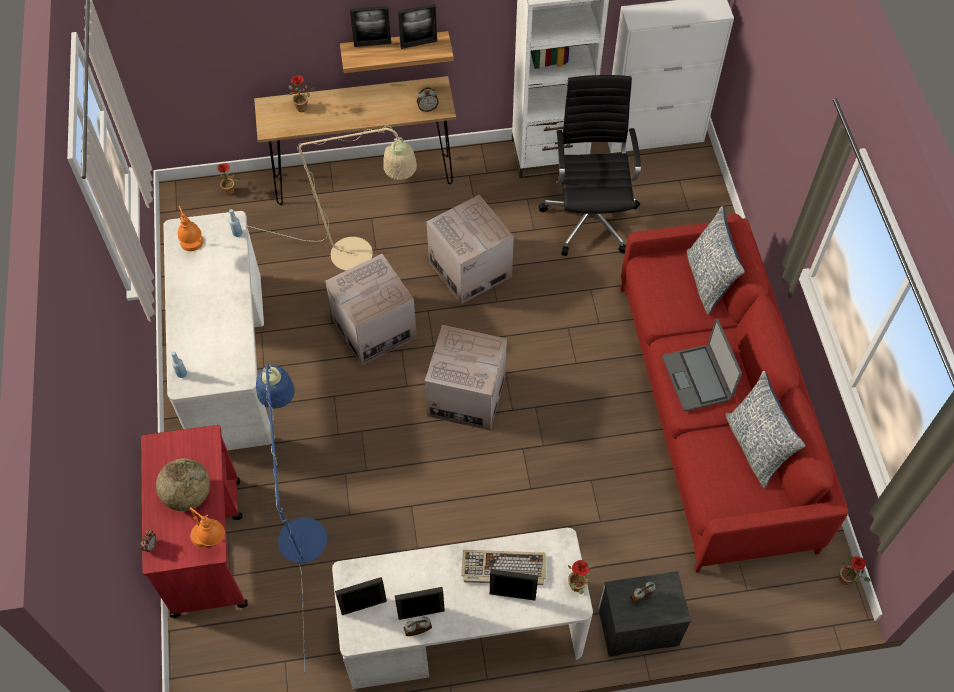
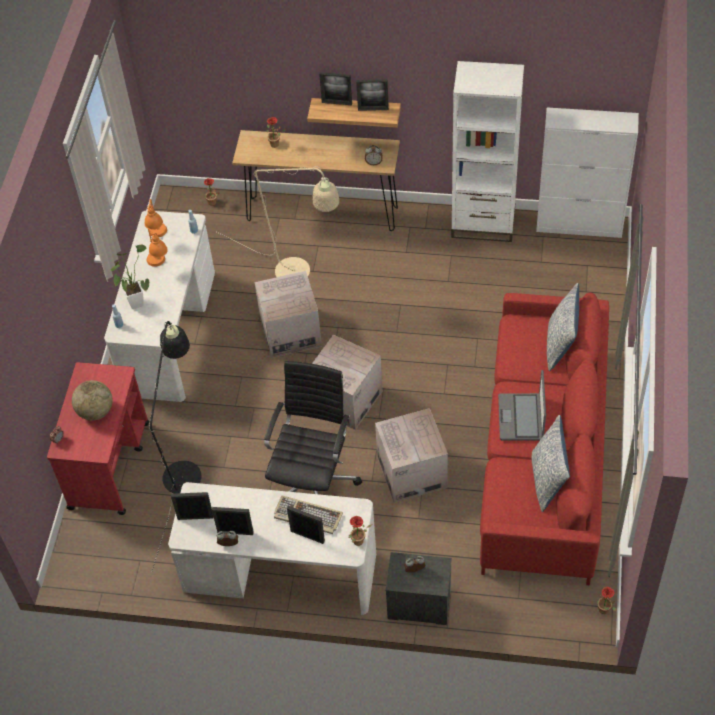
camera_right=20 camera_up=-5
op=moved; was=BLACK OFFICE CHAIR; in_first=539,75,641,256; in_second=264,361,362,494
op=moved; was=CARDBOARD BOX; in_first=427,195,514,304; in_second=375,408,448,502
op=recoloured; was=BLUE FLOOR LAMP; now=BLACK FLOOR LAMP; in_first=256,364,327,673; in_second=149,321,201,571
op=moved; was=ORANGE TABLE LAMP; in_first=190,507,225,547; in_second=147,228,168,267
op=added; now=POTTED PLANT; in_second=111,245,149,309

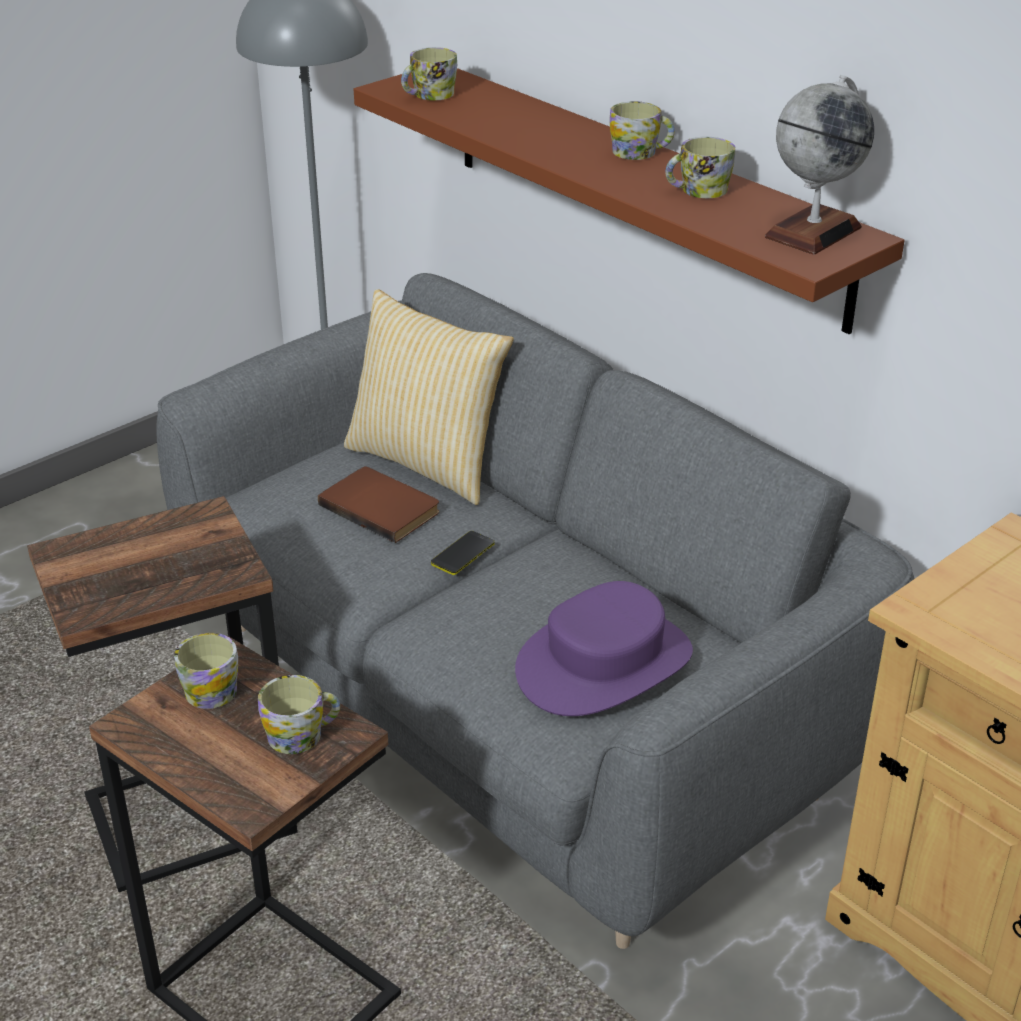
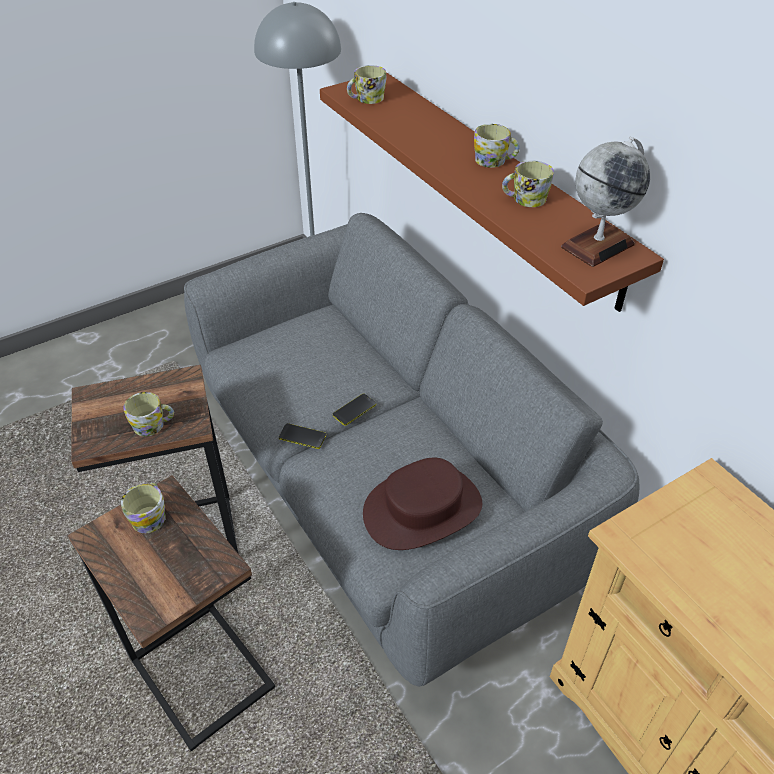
camera_right=10 camera_up=10
op=removed; was=PILLOW; in_first=344,289,514,505
op=removed; was=BROWN BOOK; in_first=318,466,439,543
op=recoloured; was=PURPLE HAT; now=BROWN HAT; in_first=515,581,693,716; in_second=363,458,482,550
op=moved; was=MUG; in_first=258,675,340,754; in_second=123,392,174,436
op=added; now=PHONE; in_second=279,423,326,449

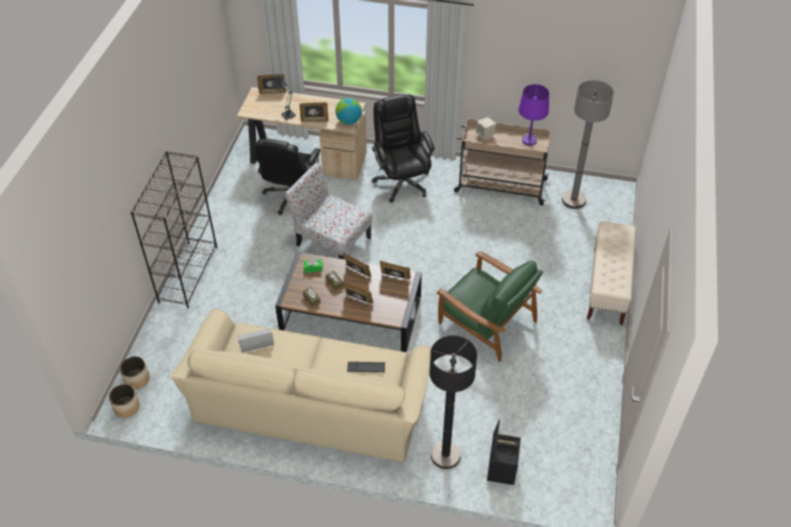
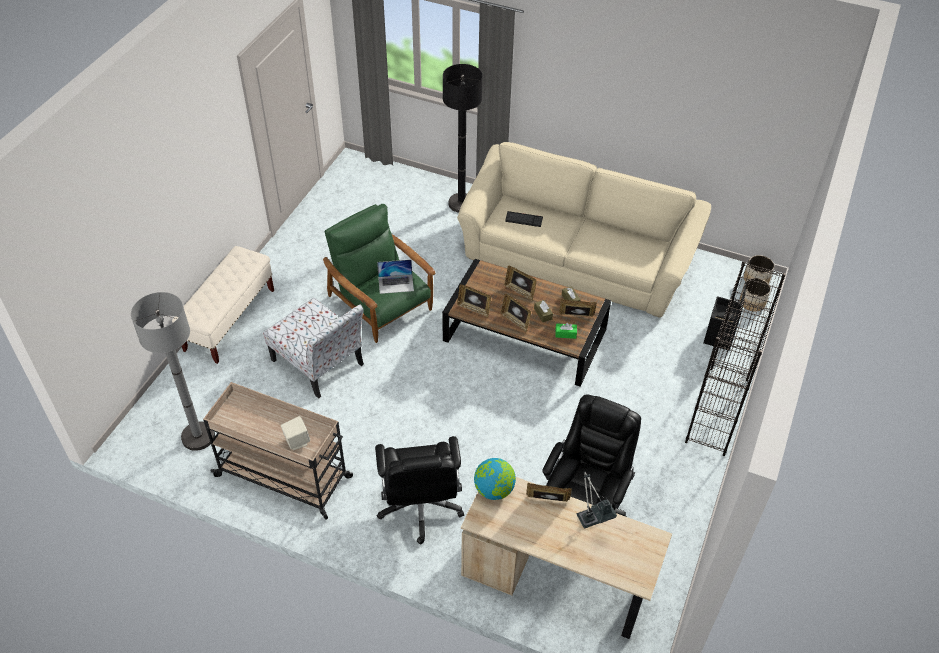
camera_right=-170 camera_up=0
op=moved; was=PICTURE FRAME; in_first=257,74,286,94; in_second=559,299,597,317
op=removed; was=PURPLE TABLE LAMP; in_first=518,84,549,146
op=moved; was=CHAIR; in_first=285,162,372,260; in_second=264,298,364,398
op=moved; was=LAPTOP; in_first=238,328,274,353; in_second=377,259,414,294
op=moved; was=BLACK STORAGE BOX; in_first=487,419,521,485; in_second=703,284,746,351

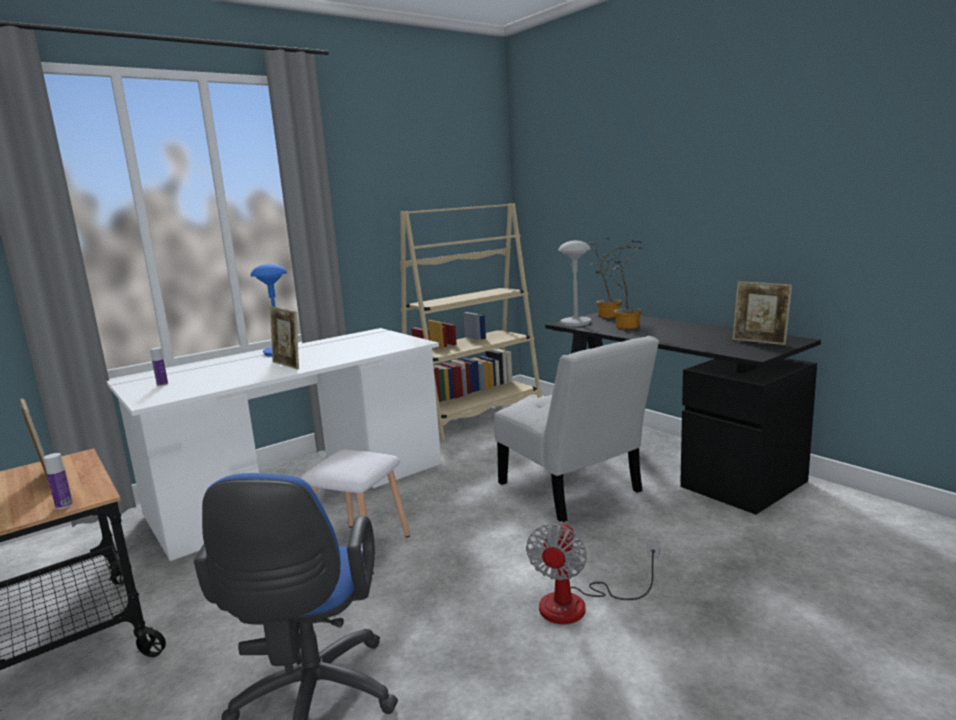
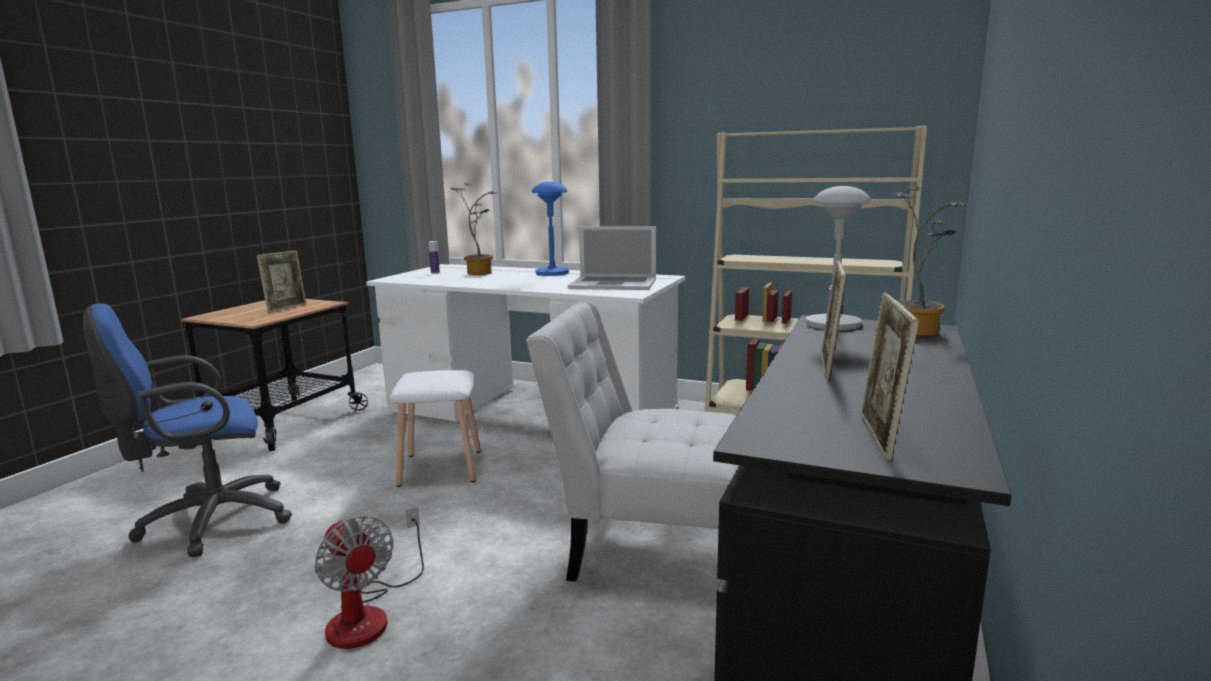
camera_right=60 camera_up=0
op=moved; was=POTTED PLANT; in_first=596,240,642,329; in_second=451,183,498,275
op=moved; was=PICTURE FRAME; in_first=270,306,299,370; in_second=821,260,846,379
op=turned; was=WHITE CHAIR; in_first=494,336,659,522; in_second=526,301,739,582; clockwise=75
op=removed; was=BOTTLE; in_first=44,453,73,509
op=turned; was=FAN; in_first=526,521,660,624; in_second=315,506,424,649; clockwise=-120
op=added; now=LAPTOP; in_second=568,227,656,290

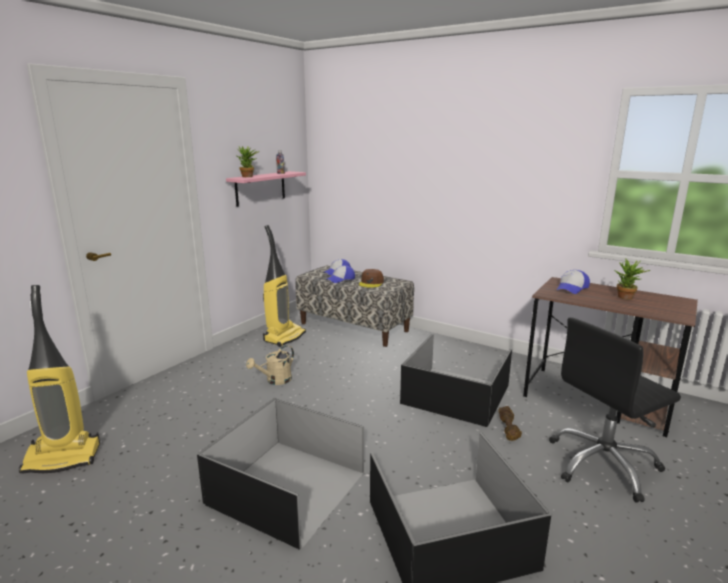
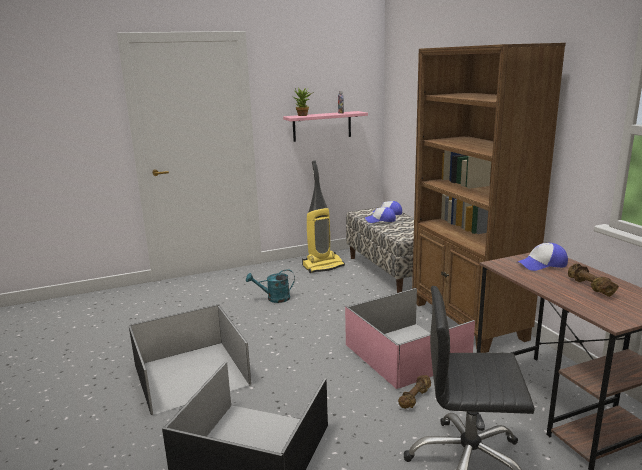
camera_right=35 camera_up=0
op=replaced; was=POTTED PLANT; now=BROWN DUMBBELL; in_first=615,258,651,300; in_second=568,264,619,297
op=removed; was=BROWN CAP; in_first=359,269,384,287
op=removed; was=VACUUM CLEANER; in_first=19,285,100,474
op=recoloured; was=BLACK STORAGE BOX; now=PINK STORAGE BOX; in_first=400,334,512,427; in_second=345,288,475,389
op=recoloured; was=BEIGE WATERING CAN; now=TURQUOISE WATERING CAN; in_first=246,345,294,385; in_second=246,269,295,303
op=added; now=BROWN BOOKCASE; in_second=412,43,566,353

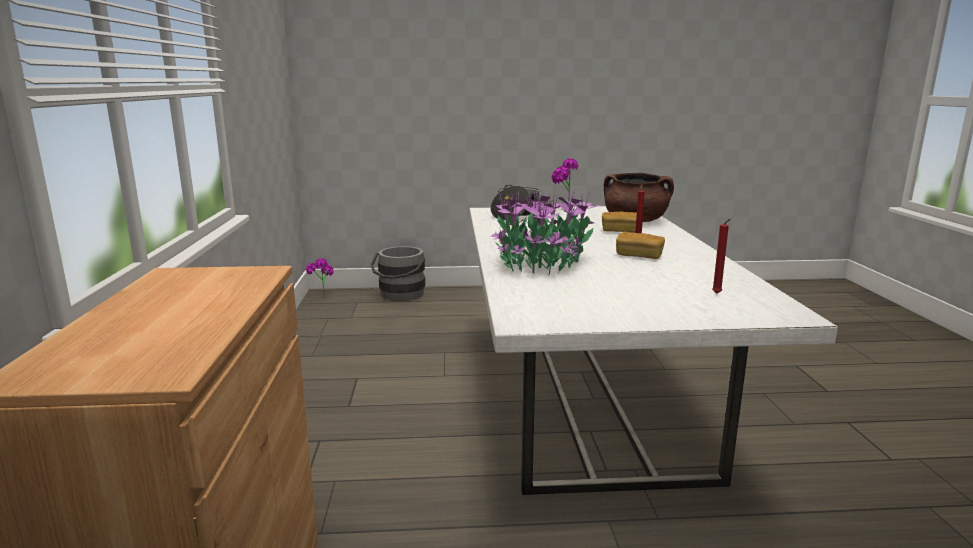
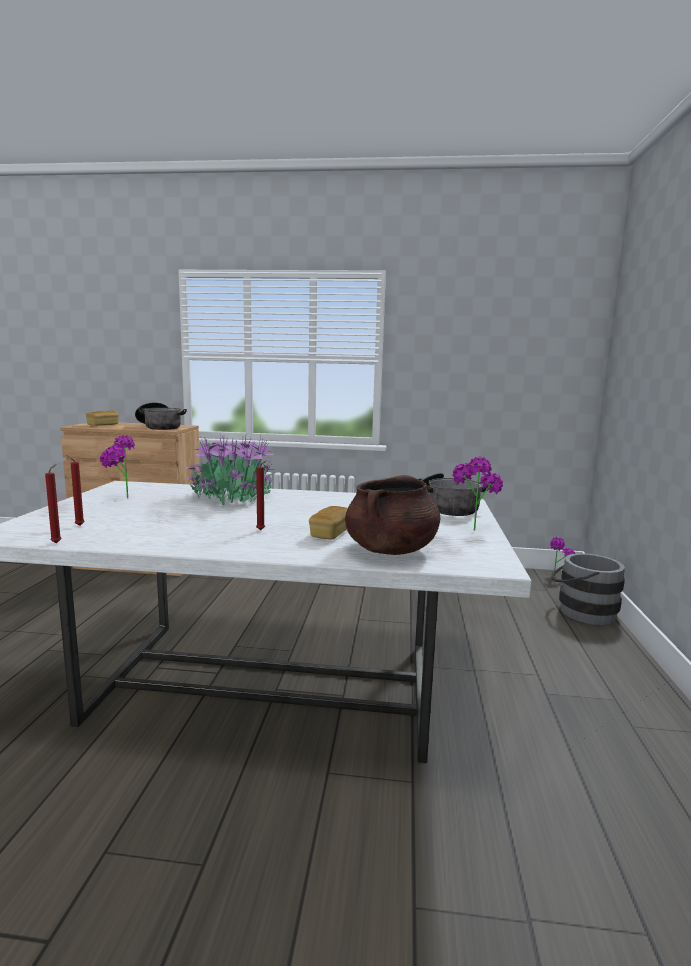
camera_right=100 camera_up=-5
op=moved; was=BREAD; in_first=616,232,665,259; in_second=86,410,119,426
op=added; now=COOKING POT; in_second=135,402,187,430
op=added; now=POTTED PLANT; in_second=100,435,135,499
op=added; now=RED CANDLE; in_second=45,464,62,543

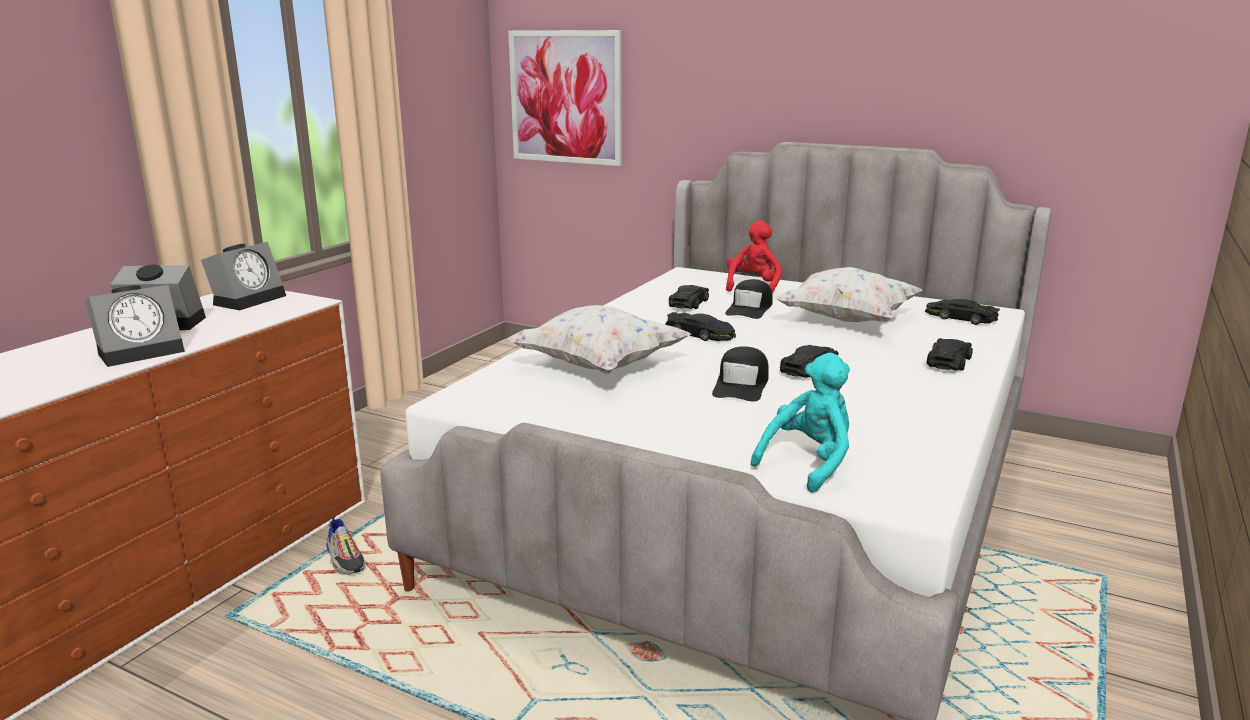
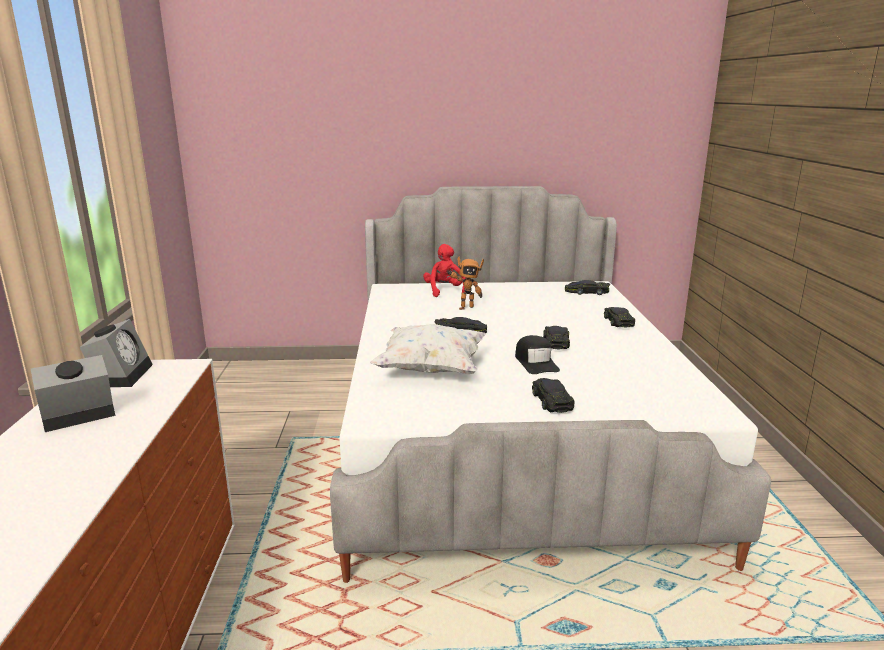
camera_right=-30 camera_up=0
op=removed; was=PICTURE; in_first=508,30,622,166
op=removed; was=WHITE PILLOW; in_first=775,267,922,322
op=replaced; was=BLACK CAP; now=TOY ROBOT; in_first=725,279,772,319; in_second=446,257,484,310
op=removed; was=ALARM CLOCK; in_first=85,285,185,367
op=moved; was=BLACK TOY CAR; in_first=669,285,709,309; in_second=532,378,575,413
op=removed; was=TURQUOISE PLUSH TOY; in_first=751,353,850,493
op=removed; was=SHOE; in_first=326,517,365,575

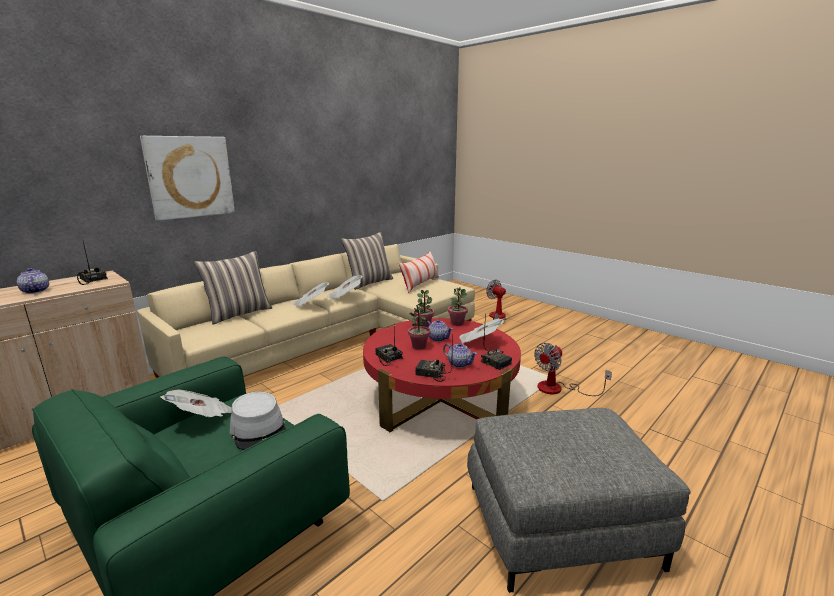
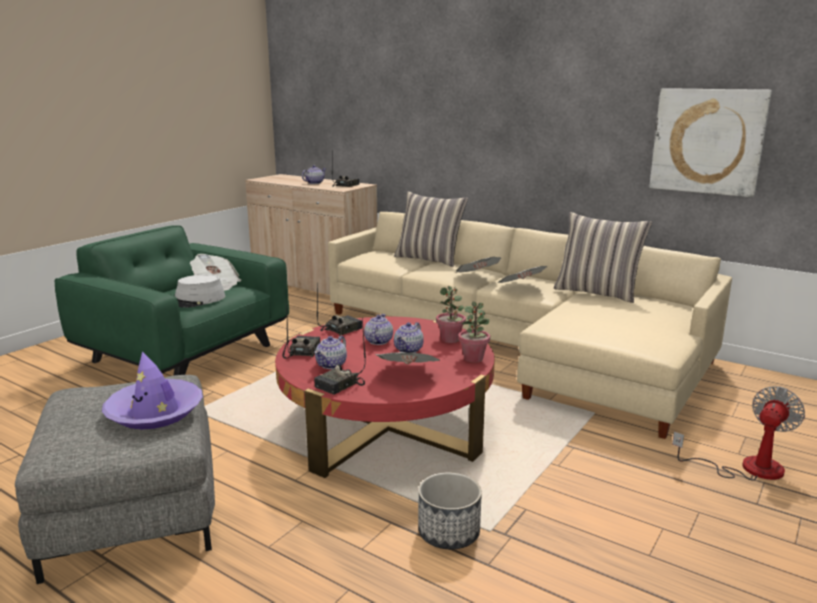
camera_right=80 camera_up=0
op=moved; was=PICTURE; in_first=140,136,235,221; in_second=649,88,772,197
op=removed; was=PILLOW; in_first=399,251,439,293
op=replaced; was=POTTED PLANT; now=TEAPOT; in_first=408,305,430,350; in_second=364,314,393,345
op=replaced; was=FAN; now=PLANTER; in_first=534,343,612,396; in_second=418,472,482,549
op=added; now=PURPLE HAT; in_second=102,351,203,430

